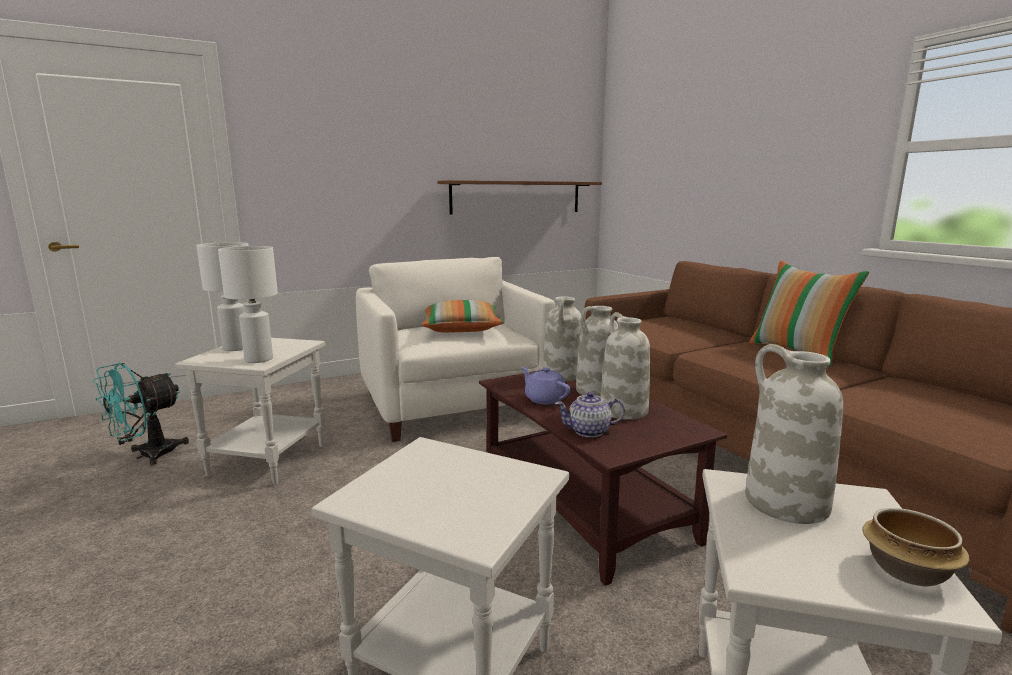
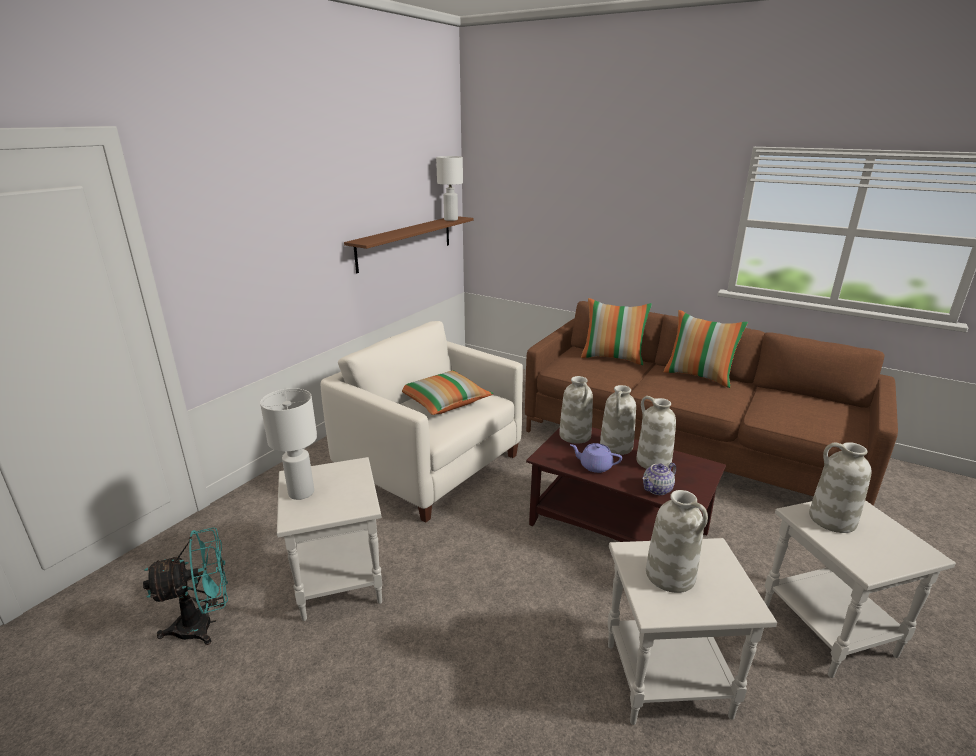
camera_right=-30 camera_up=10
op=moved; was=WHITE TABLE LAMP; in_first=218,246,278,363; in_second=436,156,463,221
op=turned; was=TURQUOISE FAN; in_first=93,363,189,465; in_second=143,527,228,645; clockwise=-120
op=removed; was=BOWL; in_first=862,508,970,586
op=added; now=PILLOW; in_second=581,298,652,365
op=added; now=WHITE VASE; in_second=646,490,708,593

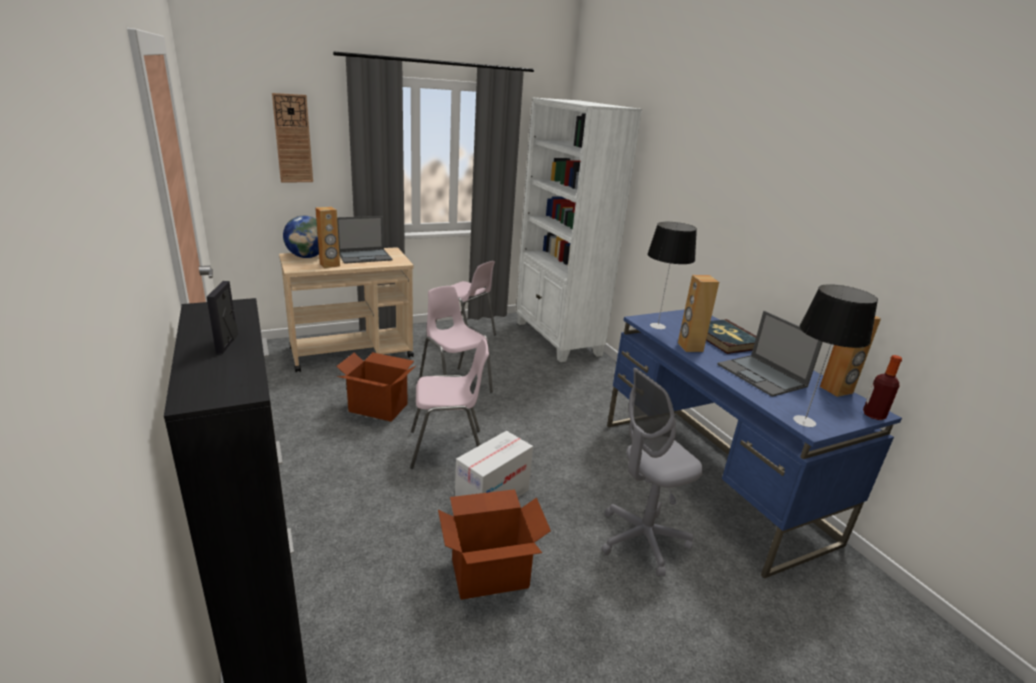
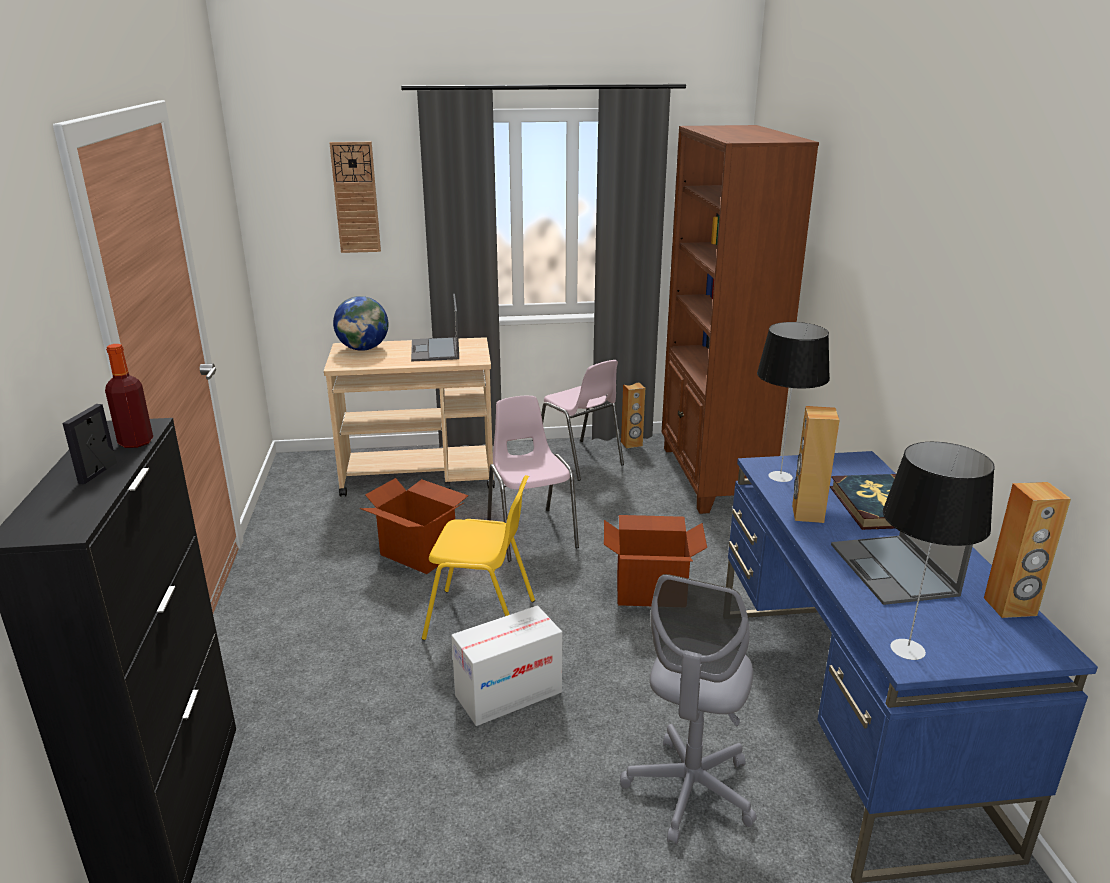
camera_right=20 camera_up=0
op=recoloured; was=WHITE BOOKCASE; now=BROWN BOOKCASE; in_first=515,97,642,362; in_second=662,125,819,514
op=moved; was=BROWN SPEAKER; in_first=315,207,340,268; in_second=621,383,645,448
op=turned; was=LAPTOP; in_first=337,216,392,264; in_second=411,294,459,361; clockwise=90
op=recoloured; was=PINK CHAIR; now=YELLOW CHAIR; in_first=410,338,489,469; in_second=422,475,535,640
op=moved; was=BOTTLE; in_first=863,355,902,420; in_second=105,344,153,448
op=turned; was=GREY OFFICE CHAIR; in_first=601,368,703,577; in_second=620,574,757,844; clockwise=-60
op=moved; was=CARDBOARD BOX; in_first=438,489,551,600; in_second=604,515,707,606

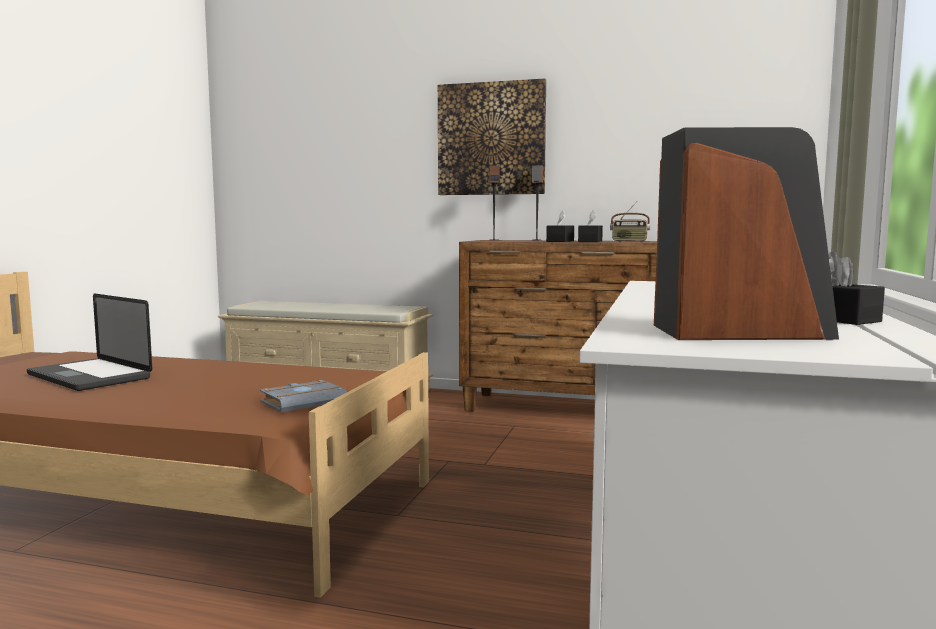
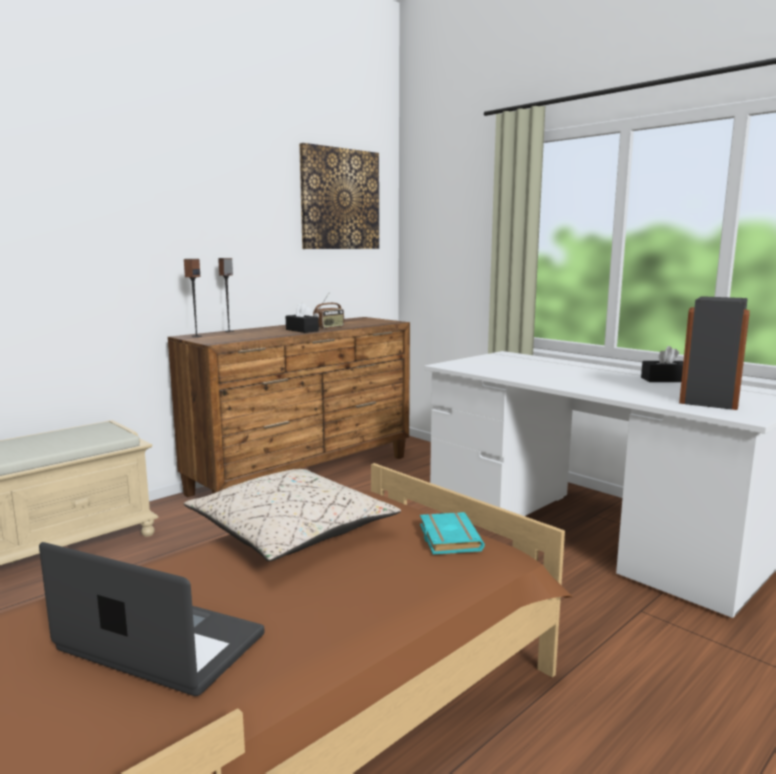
camera_right=-60 camera_up=5
op=moved; was=PICTURE; in_first=438,79,546,195; in_second=299,143,379,249
op=removed; was=BLACK TISSUE BOX; in_first=546,210,574,242
op=turned; was=LAPTOP; in_first=27,293,152,391; in_second=39,542,265,696; clockwise=-135
op=recoloured; was=GREY BOOK; now=TURQUOISE BOOK; in_first=260,380,347,412; in_second=420,512,485,554
op=added; now=BEIGE PILLOW; in_second=184,469,401,561

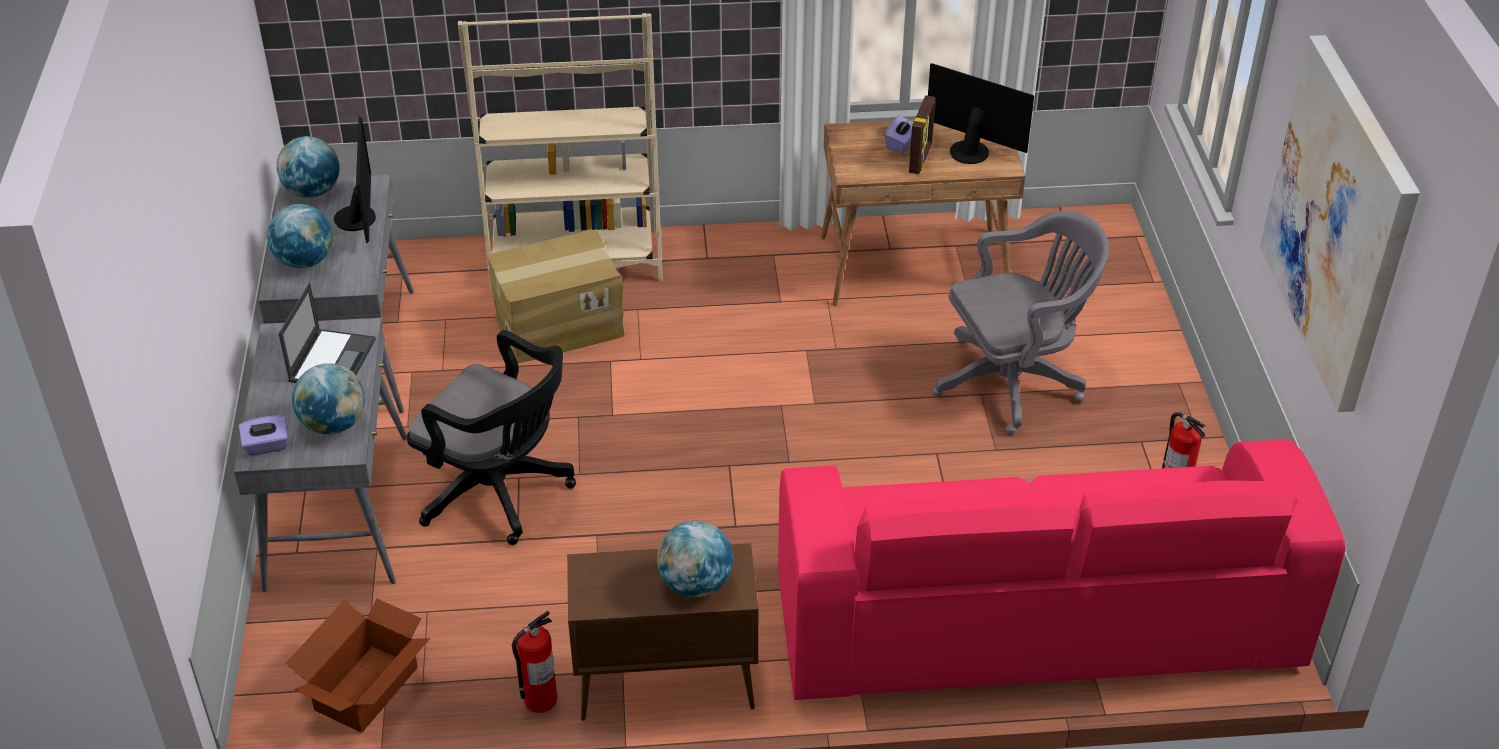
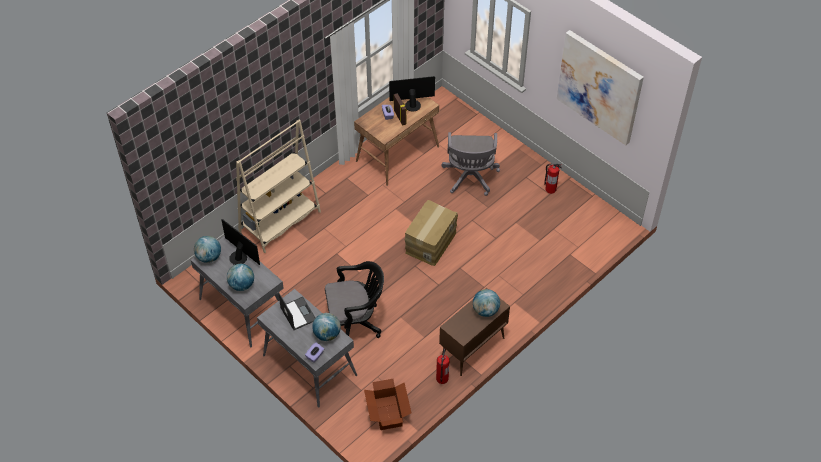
camera_right=-40 camera_up=10
op=turned; was=GREY OFFICE CHAIR; in_first=933,211,1109,435; in_second=441,132,500,196; clockwise=150
op=moved; was=CARDBOARD BOX; in_first=488,229,625,363; in_second=405,200,458,266
op=removed; was=PINK SOFA; in_first=778,439,1345,700

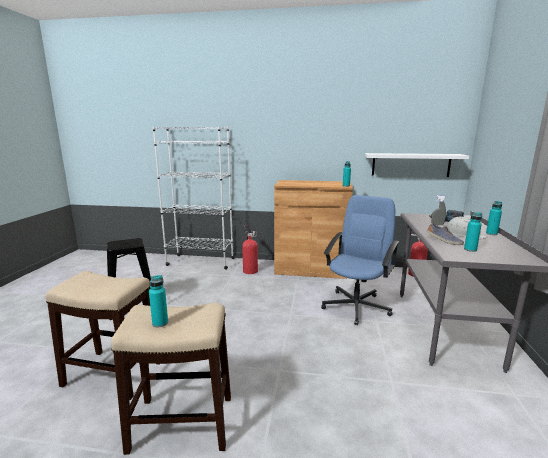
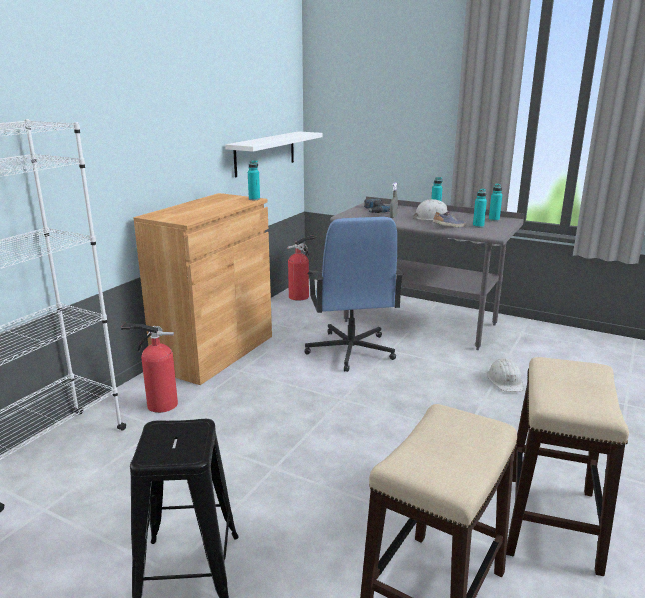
camera_right=-70 camera_up=5
op=turned; was=BLUE OFFICE CHAIR; in_first=321,195,399,325; in_second=304,217,403,372; clockwise=-150
op=moved; was=TURQUOISE BOTTLE; in_first=149,275,168,327; in_second=489,183,502,221
op=added; now=WHITE HARD HAT; in_second=487,358,523,392

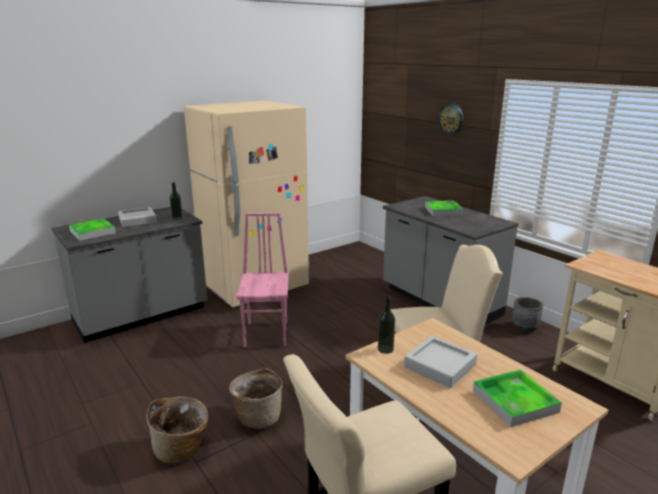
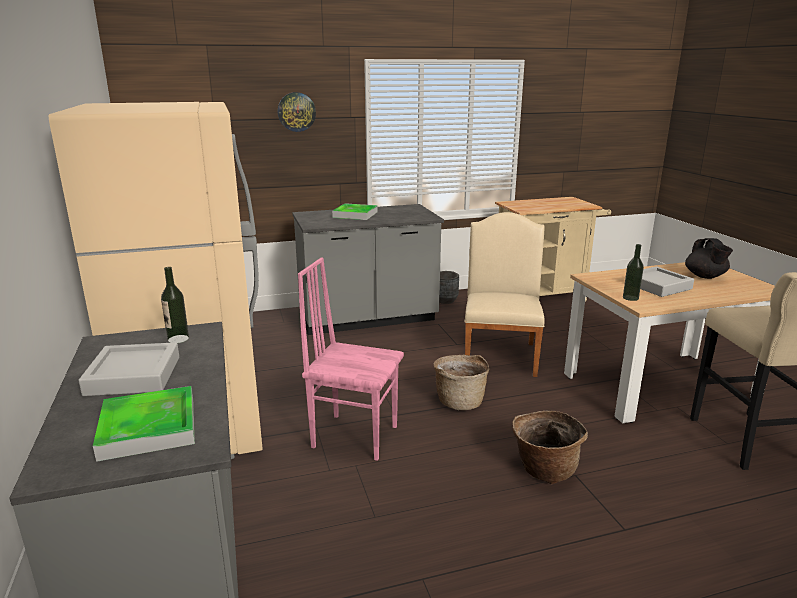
camera_right=-70 camera_up=0
op=replaced; was=TRAY; now=BLACK TEAPOT; in_first=473,370,562,427; in_second=685,238,733,279
op=moved; was=BASKET; in_first=146,397,208,464; in_second=433,355,489,410

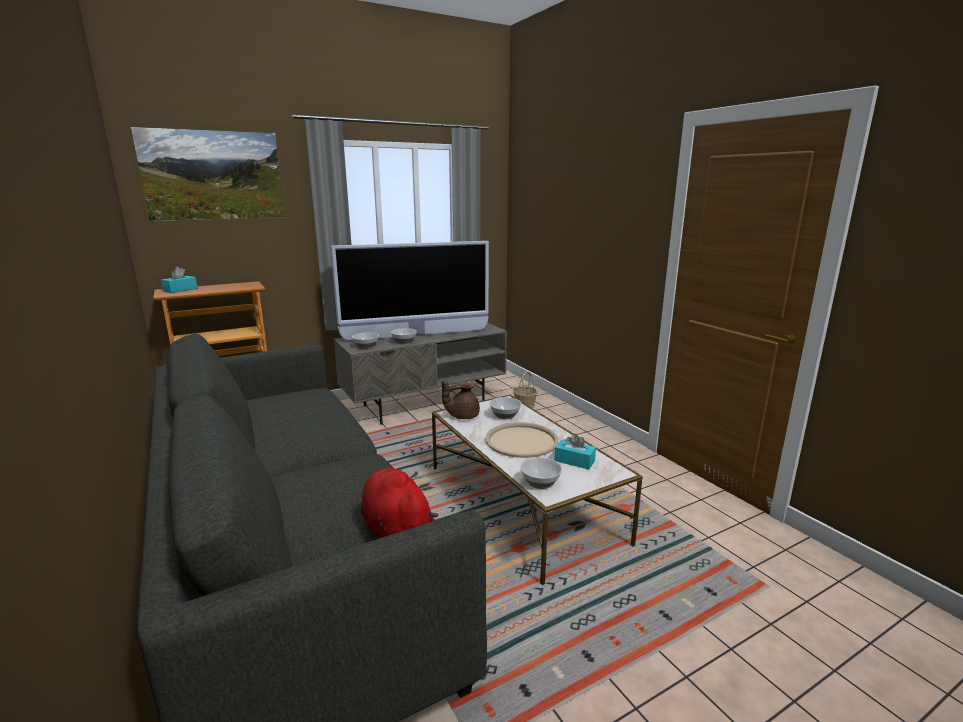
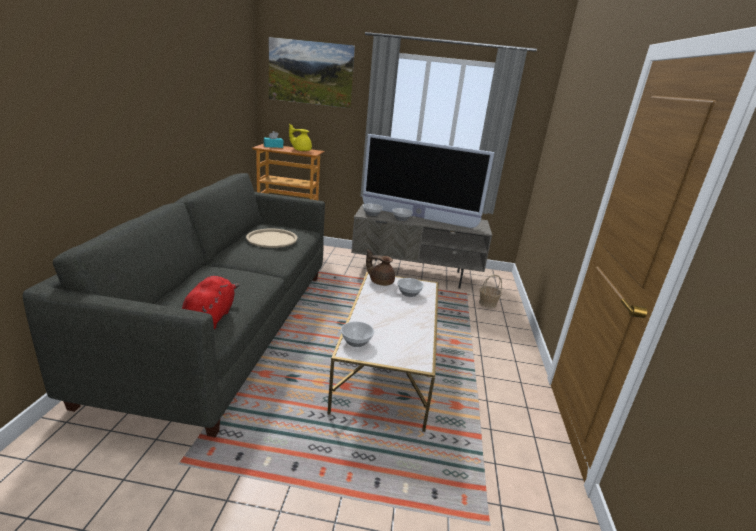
camera_right=35 camera_up=5
op=moved; was=BEIGE TRAY; in_first=485,422,559,458; in_second=246,229,297,248
op=removed; was=TURQUOISE TISSUE BOX; in_first=555,434,596,469
op=added; now=YELLOW TEAPOT; in_second=289,124,312,151

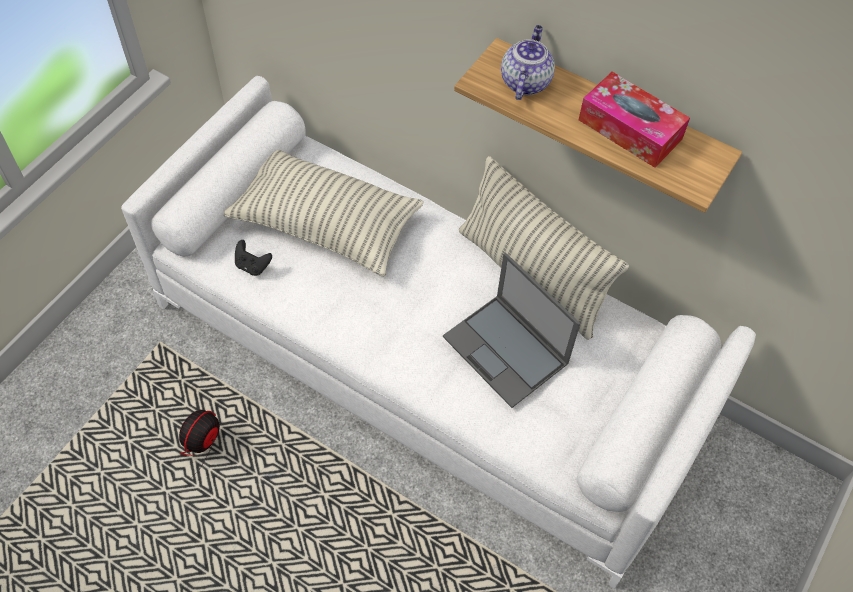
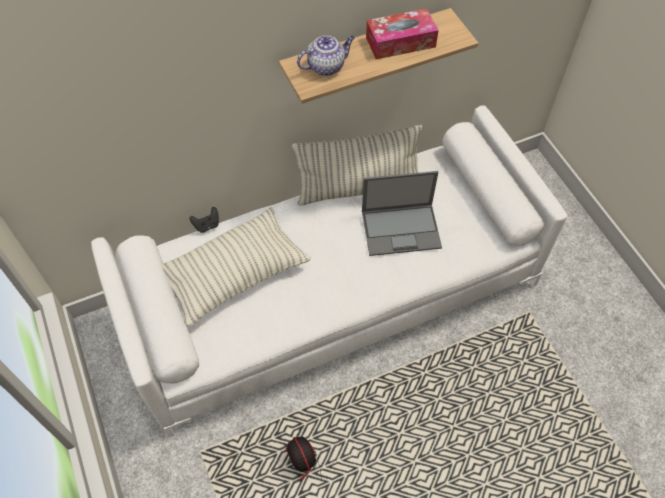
camera_right=-55 camera_up=0
op=turned; was=TEAPOT; in_first=501,25,555,100; in_second=297,35,355,76; clockwise=105
op=moved; was=BLACK GAME CONTROLLER; in_first=235,240,272,276; in_second=190,207,219,233

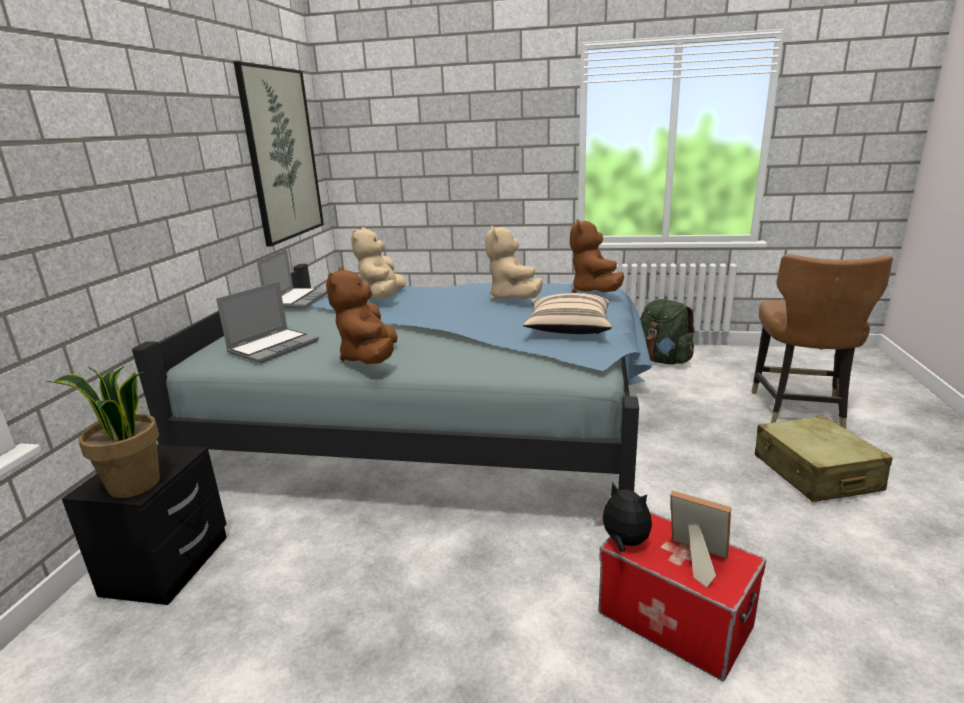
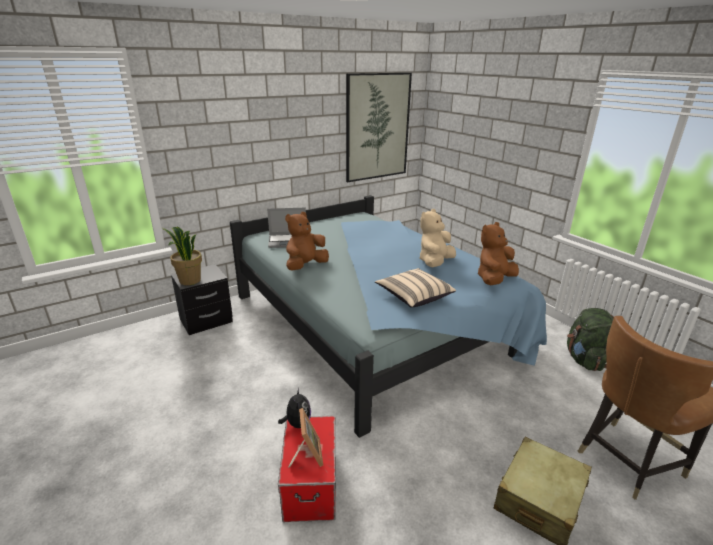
camera_right=45 camera_up=5
op=removed; was=BEIGE PLUSH TOY; in_first=351,227,406,299
op=removed; was=LAPTOP; in_first=257,249,327,308

